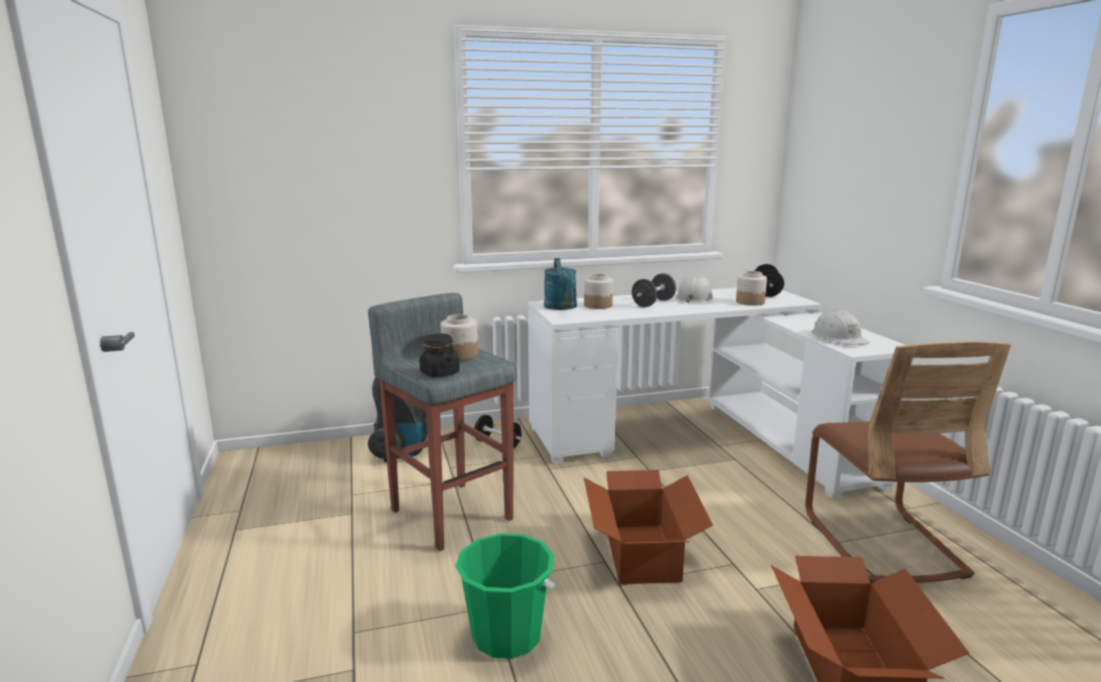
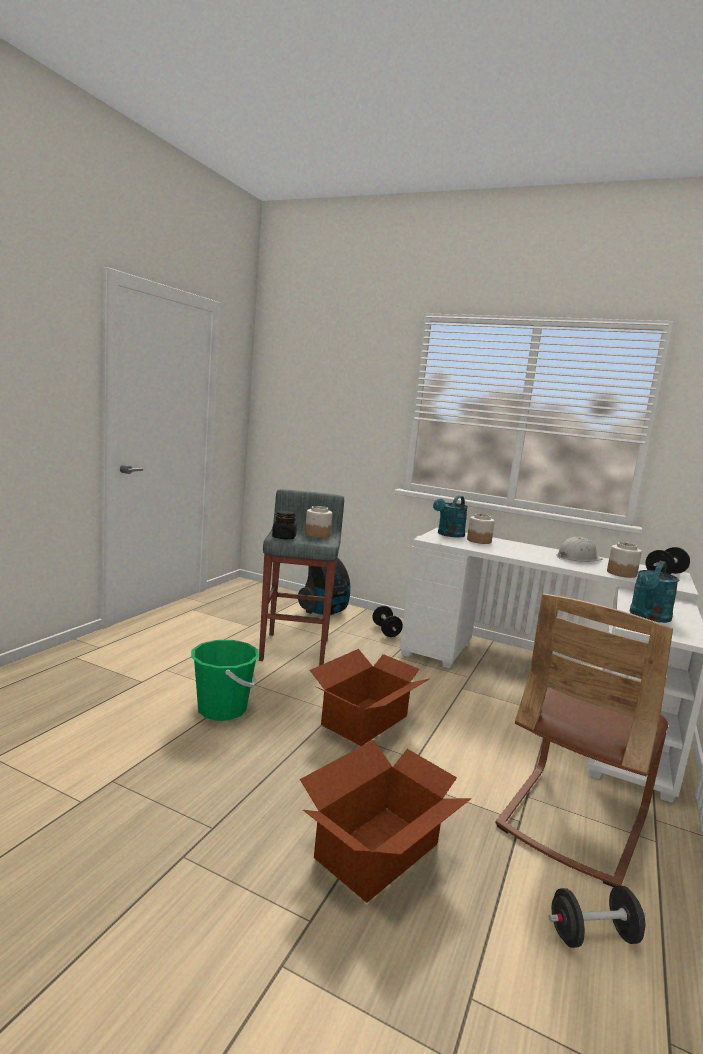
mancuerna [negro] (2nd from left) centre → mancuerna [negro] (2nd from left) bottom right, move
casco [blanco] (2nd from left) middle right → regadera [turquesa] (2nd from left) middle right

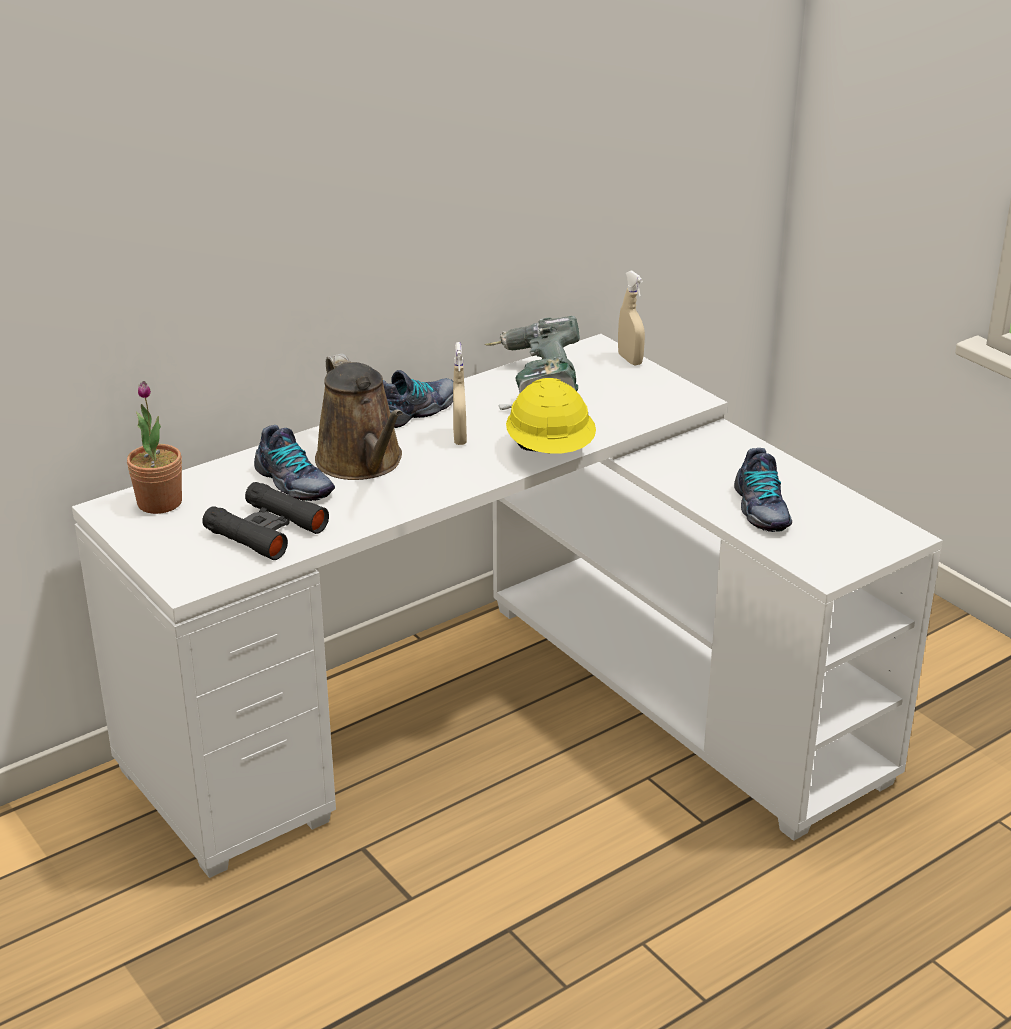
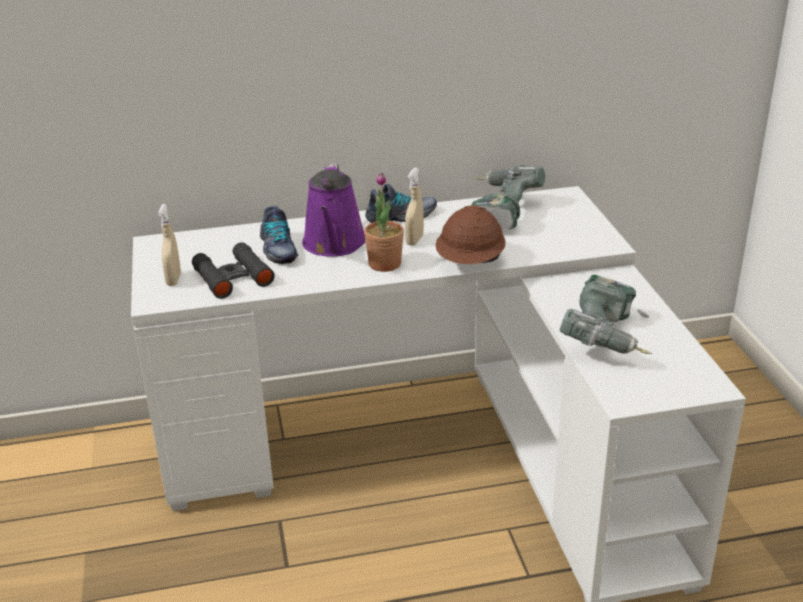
planta en maceta middle left → planta en maceta centre, move
pulverizador [beis] (2nd from left in the first image) top centre → pulverizador [beis] (1st from left) middle left, move
zapato (3rd from left) middle right → taladro (2nd from left) middle right
regadera [marrón] centre → regadera [morado] centre
casco [amarillo] centre → casco [marrón] centre

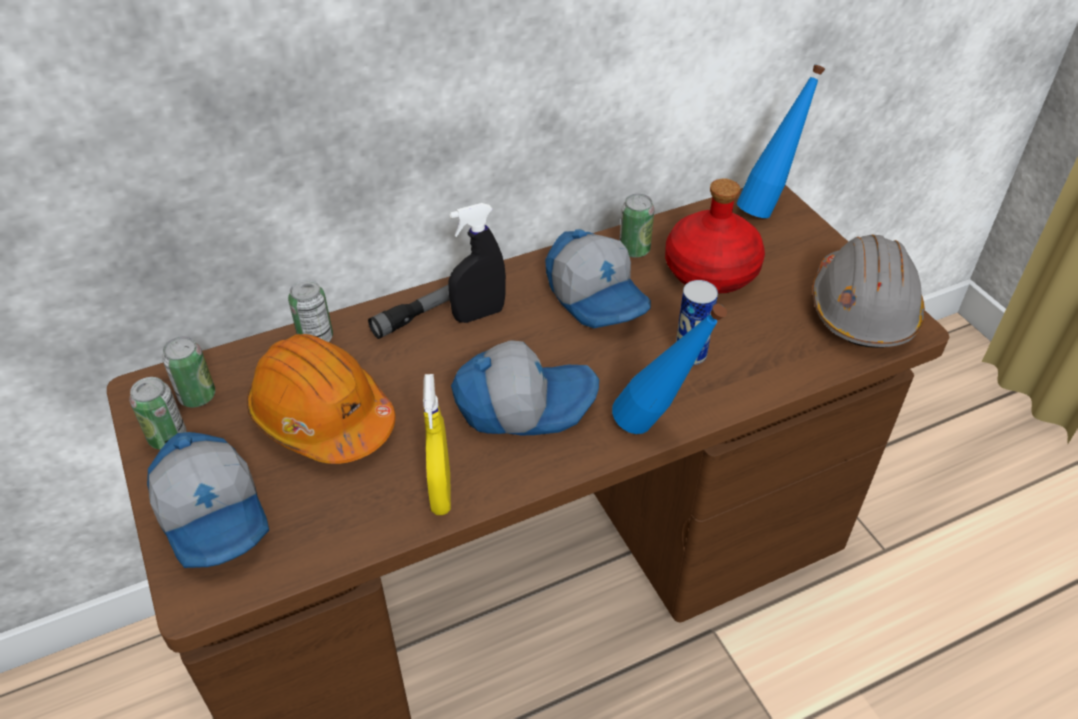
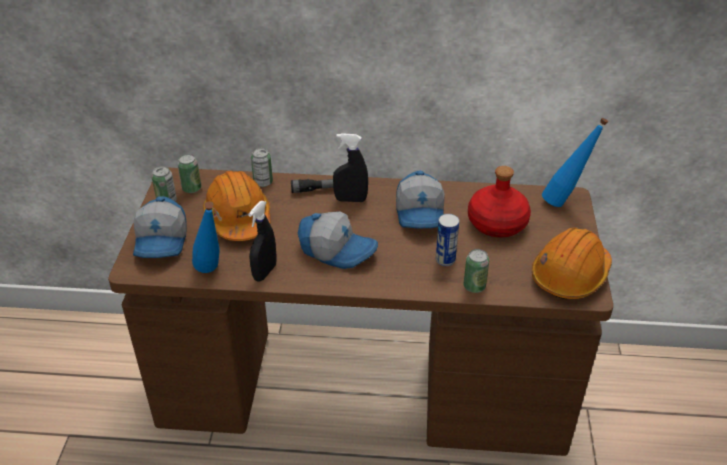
botella [azul] (1st from left) centre → botella [azul] (1st from left) middle left, move
lata (4th from left in the first image) top centre → lata (5th from left) centre, move
pulverizador [amarillo] centre → pulverizador [negro] (1st from left) centre
casco [gris] middle right → casco [naranja] (2nd from left) middle right

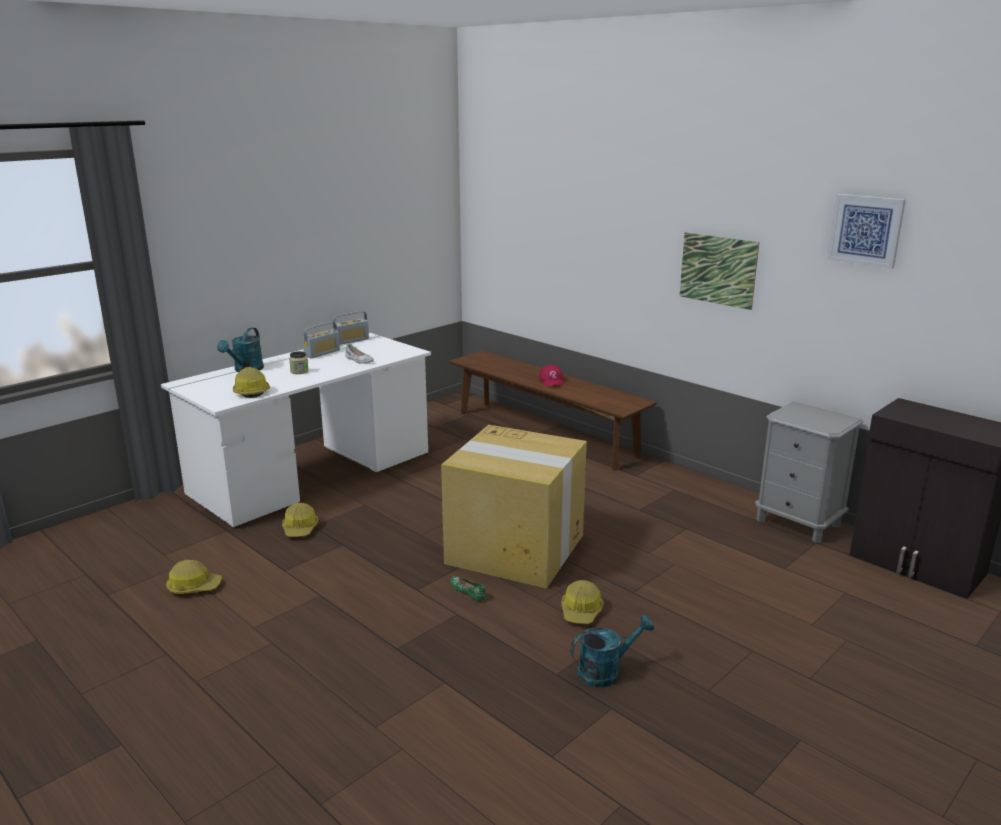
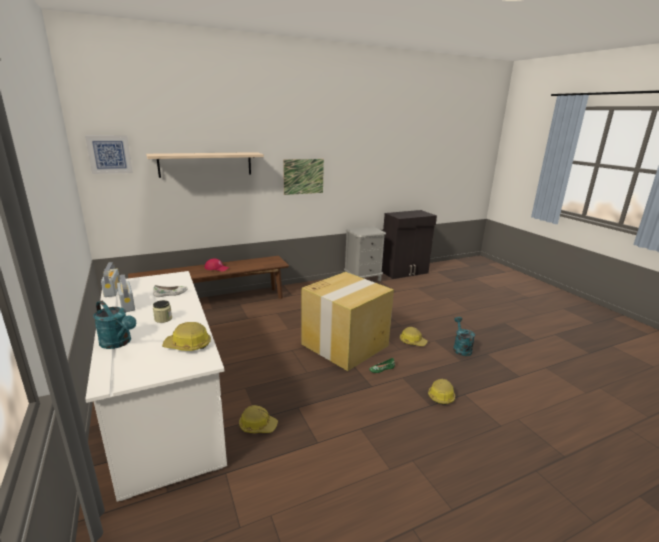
- → estante top left
casco (1st from left in the first image) bottom left → casco (4th from left) bottom right, move
cuadro (2nd from left in the first image) top right → cuadro (1st from left) top left, move

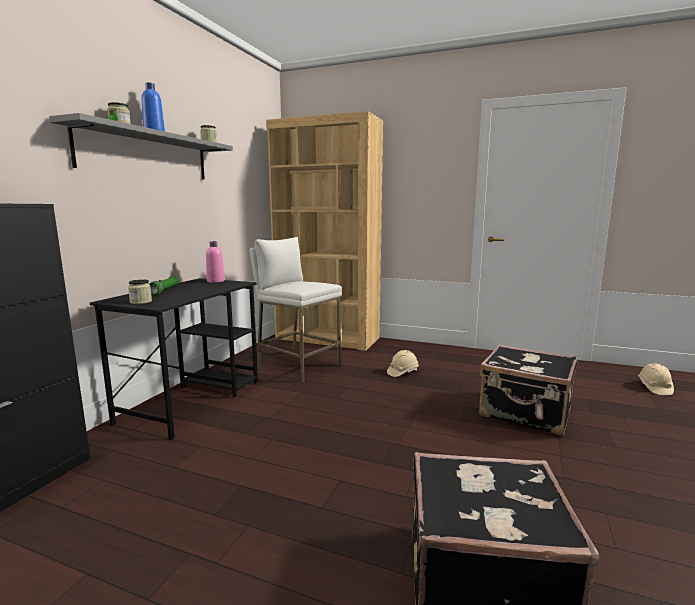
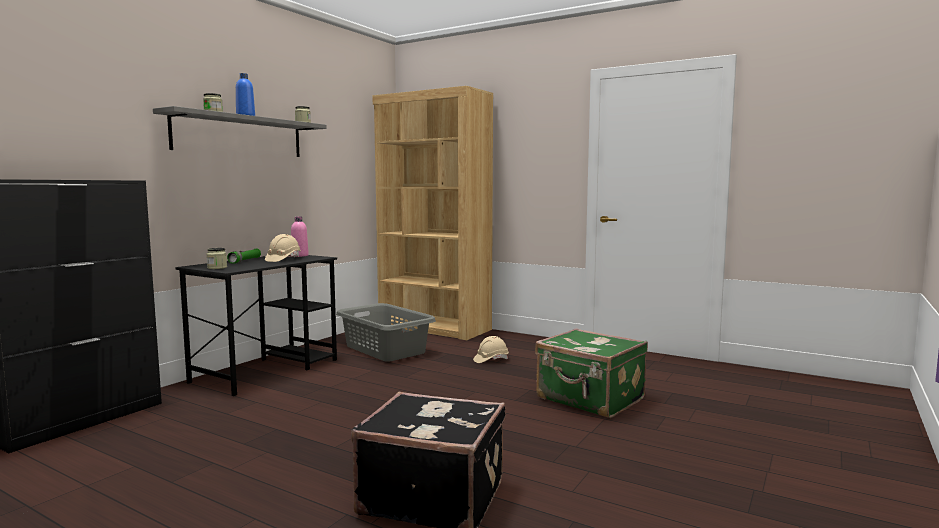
casco [beis] (2nd from left in the first image) middle right → casco [beis] (1st from left) middle left, move
taburete [blanco] centre → cesto de la ropa [gris] centre
maleta [negro] (2nd from left) middle right → maleta [verde] bottom centre

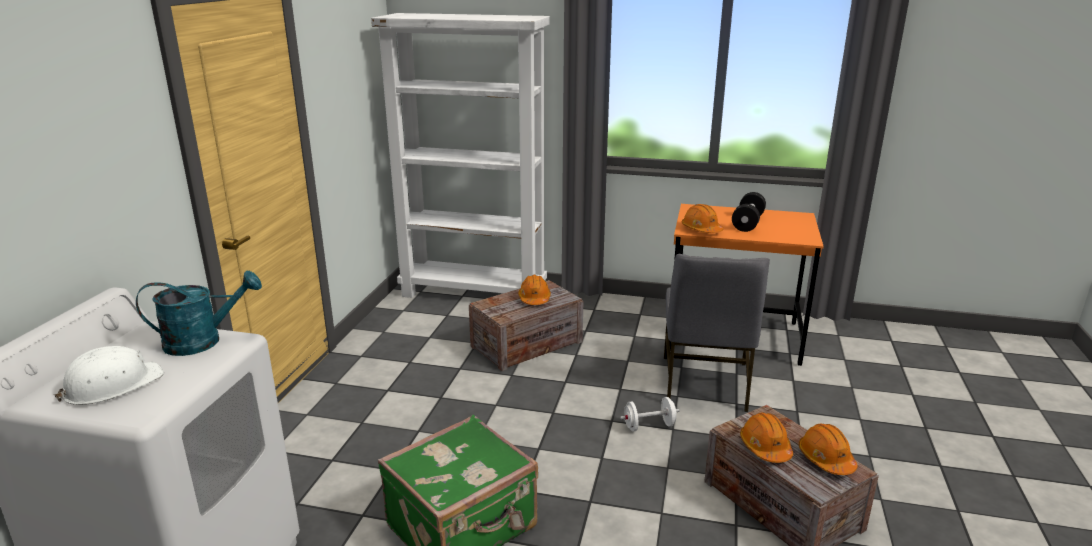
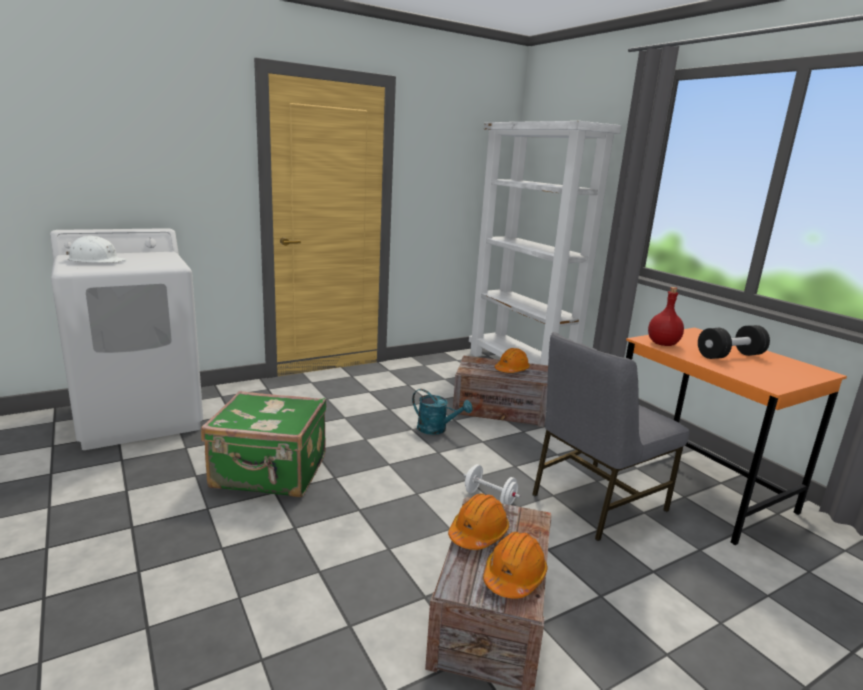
regadera [turquesa] middle left → regadera [turquesa] centre, move
casco [naranja] (2nd from left) centre → botella [rojo] middle right

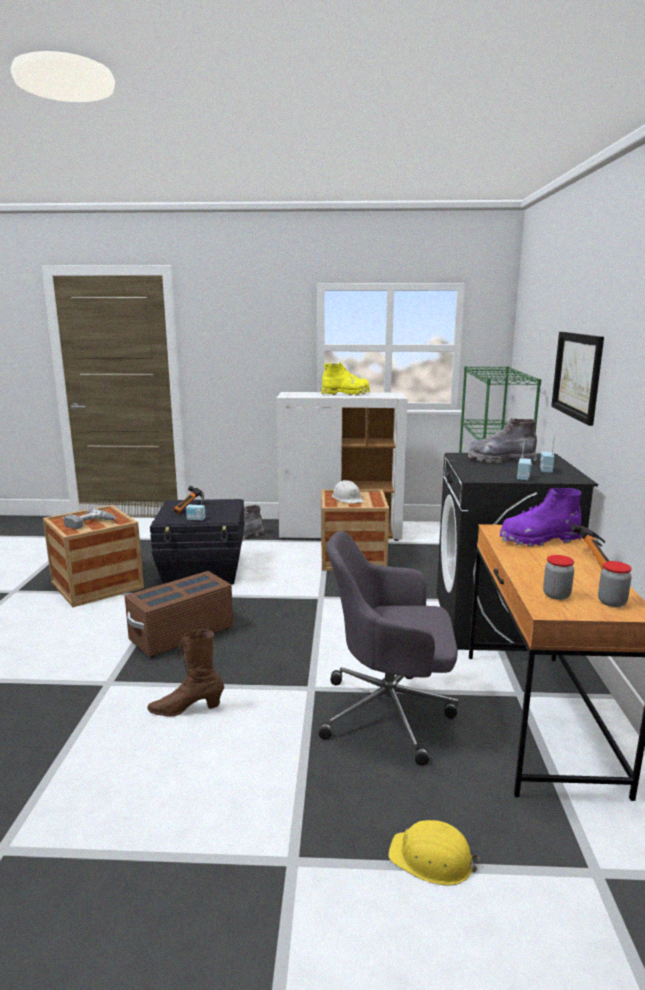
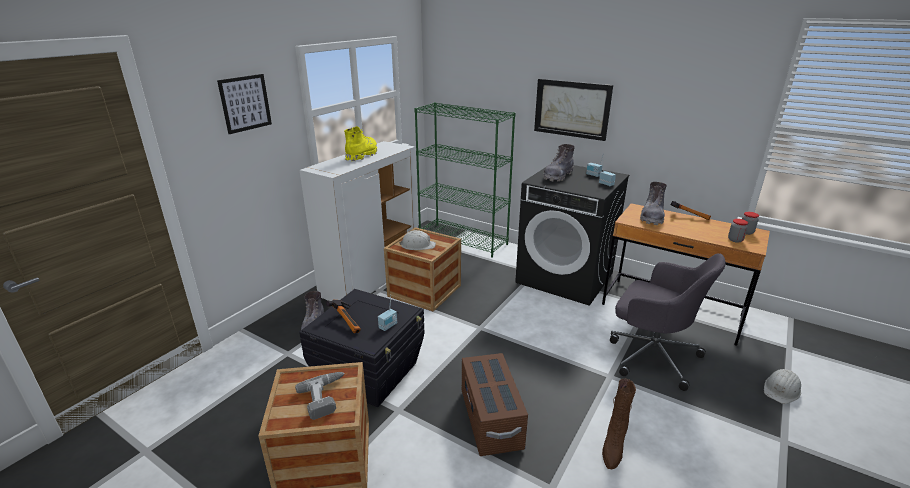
- → cuadro (1st from left) top left
casco [amarillo] bottom right → casco [blanco] (2nd from left) bottom right
bota [morado] middle right → bota [gris] (3rd from left) middle right
silla de oficina [gris] centre → silla de oficina [gris] middle right, 90 degrees counterclockwise

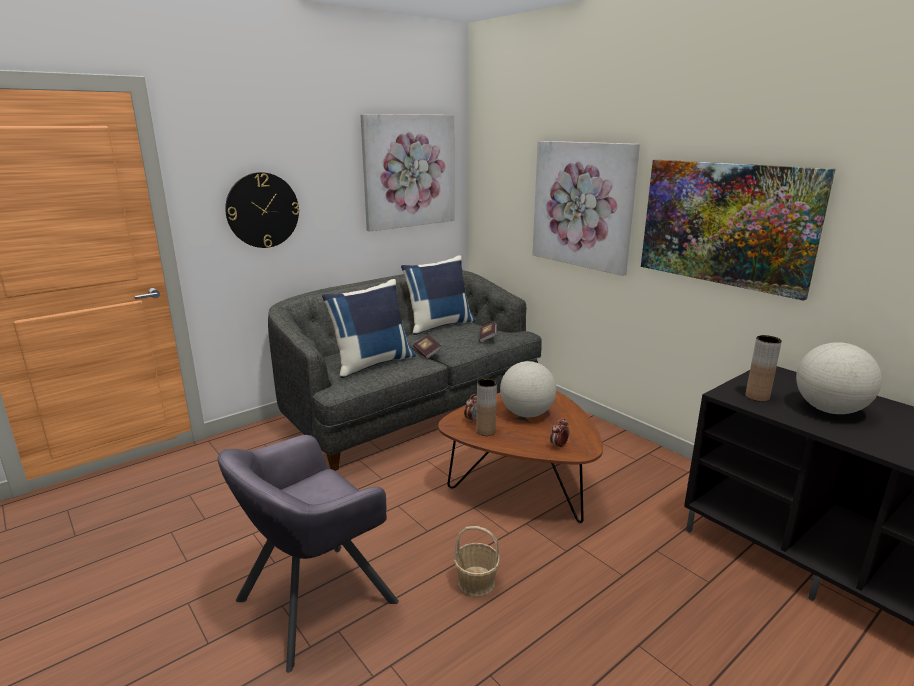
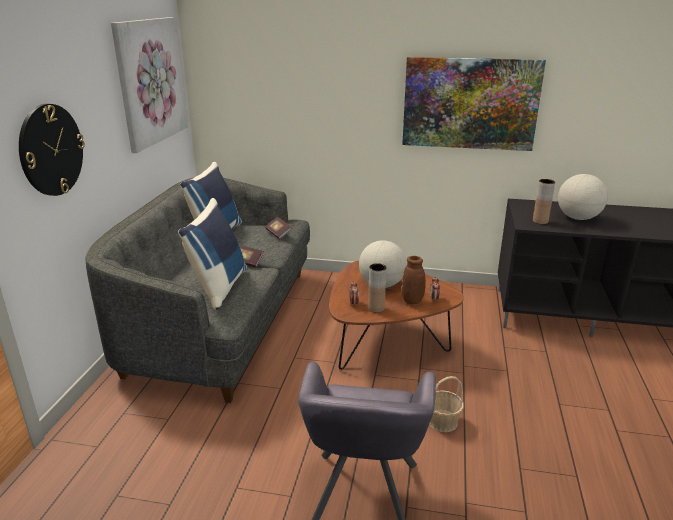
cuadro (2nd from left) top centre → -
- → florero [marrón] (2nd from left) centre

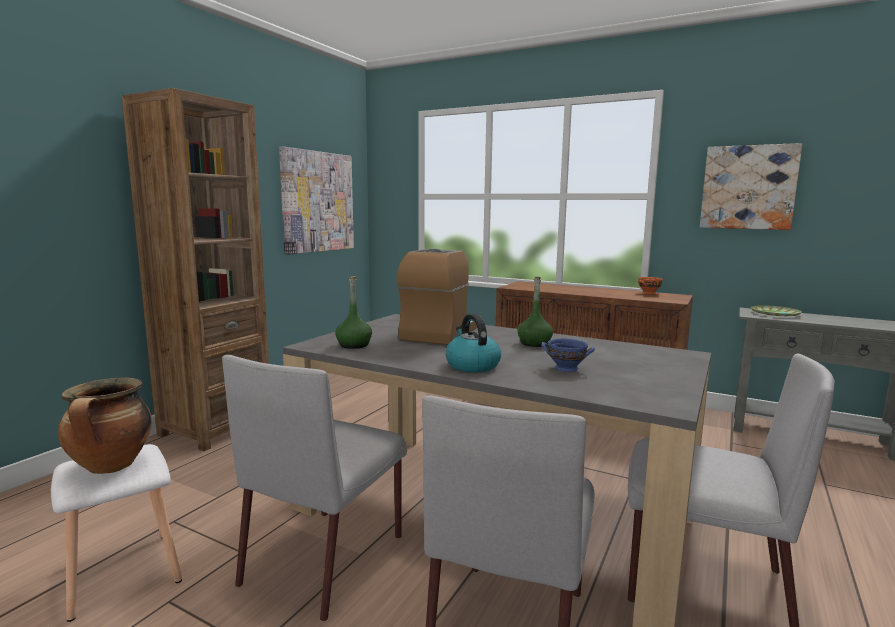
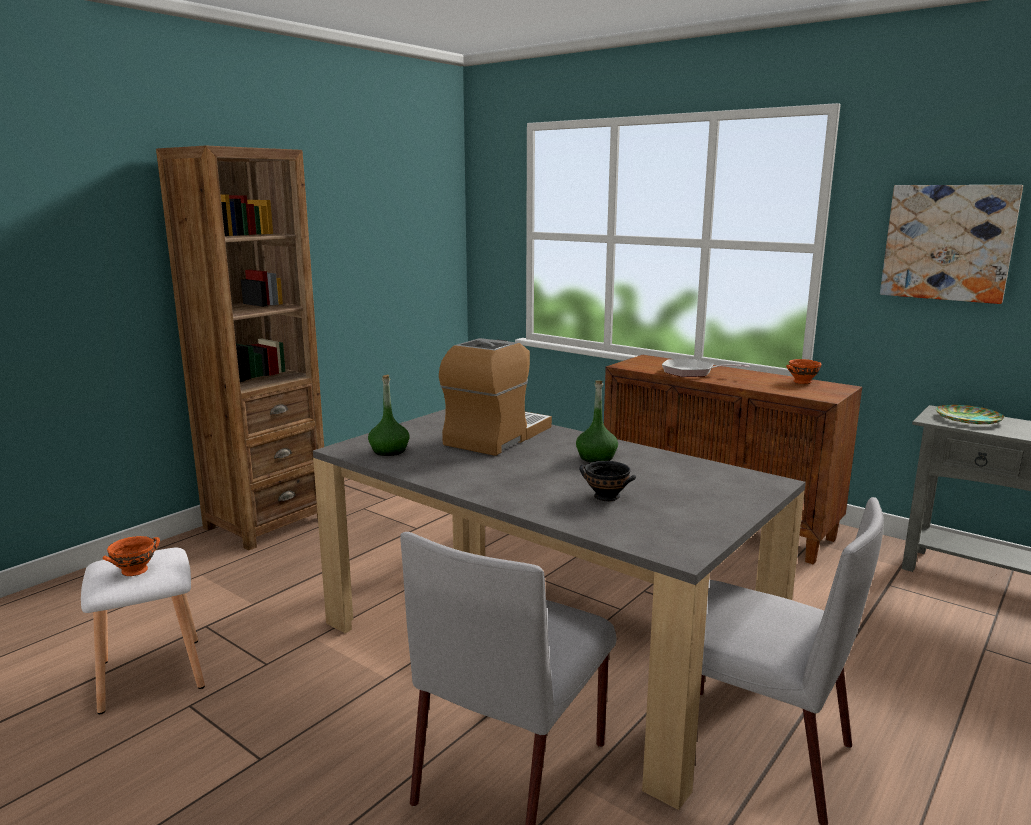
silla [gris] (1st from left) bottom centre → -
cuadro (1st from left) top centre → -
hervidor centre → -
- → sartén middle right
olla bottom left → cuenco [naranja] (1st from left) bottom left
cuenco [azul] centre → cuenco [negro] centre

